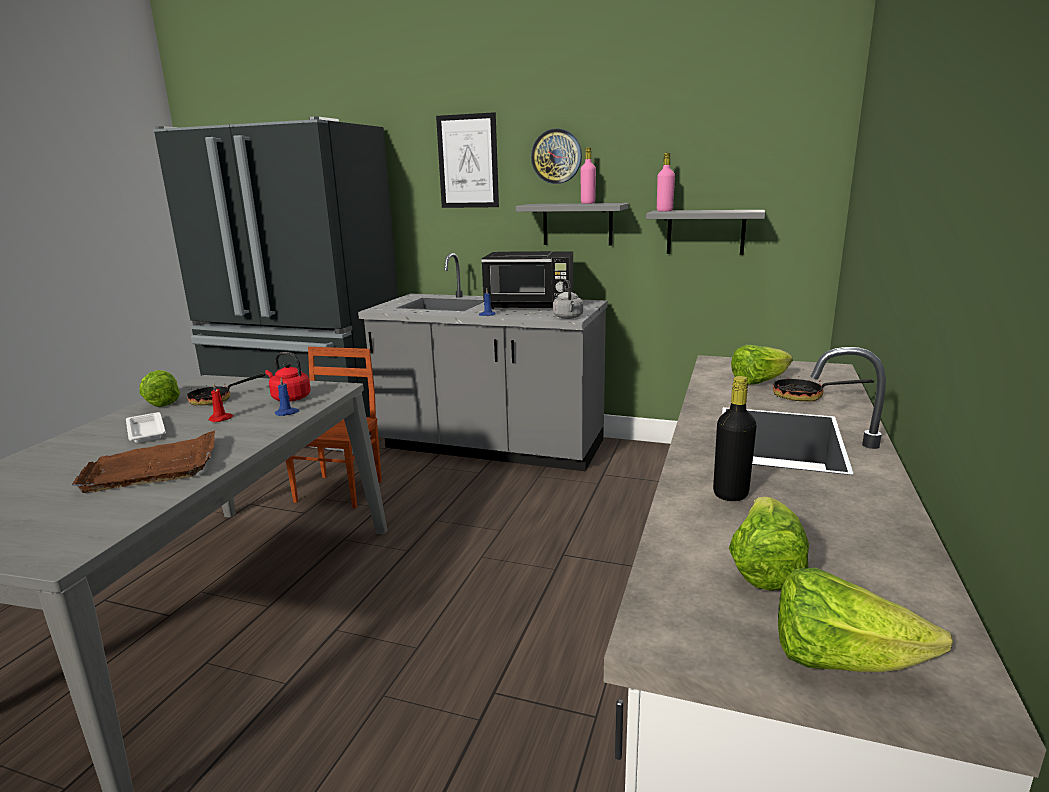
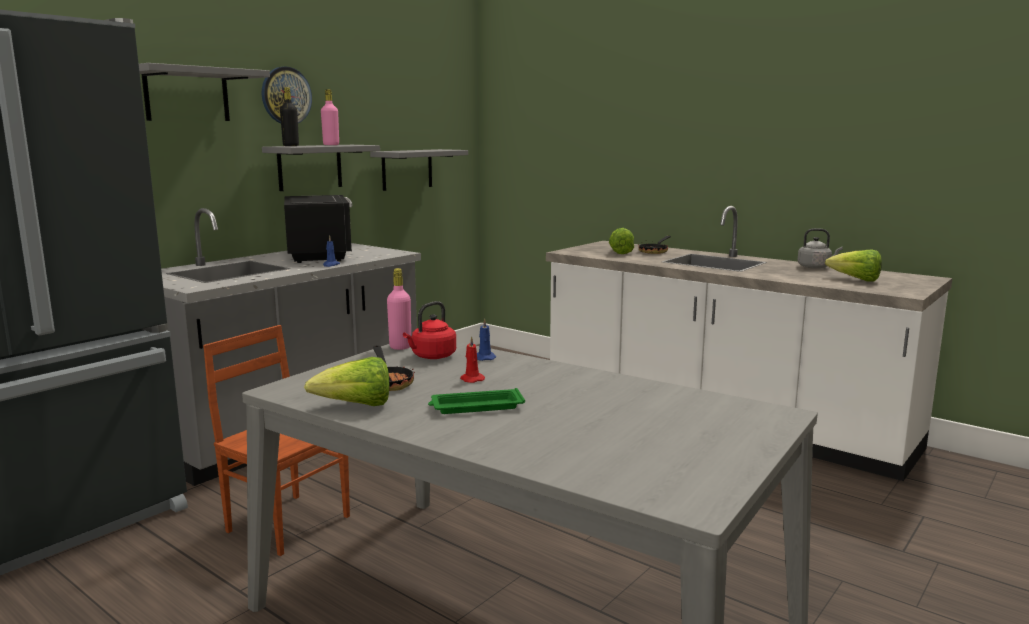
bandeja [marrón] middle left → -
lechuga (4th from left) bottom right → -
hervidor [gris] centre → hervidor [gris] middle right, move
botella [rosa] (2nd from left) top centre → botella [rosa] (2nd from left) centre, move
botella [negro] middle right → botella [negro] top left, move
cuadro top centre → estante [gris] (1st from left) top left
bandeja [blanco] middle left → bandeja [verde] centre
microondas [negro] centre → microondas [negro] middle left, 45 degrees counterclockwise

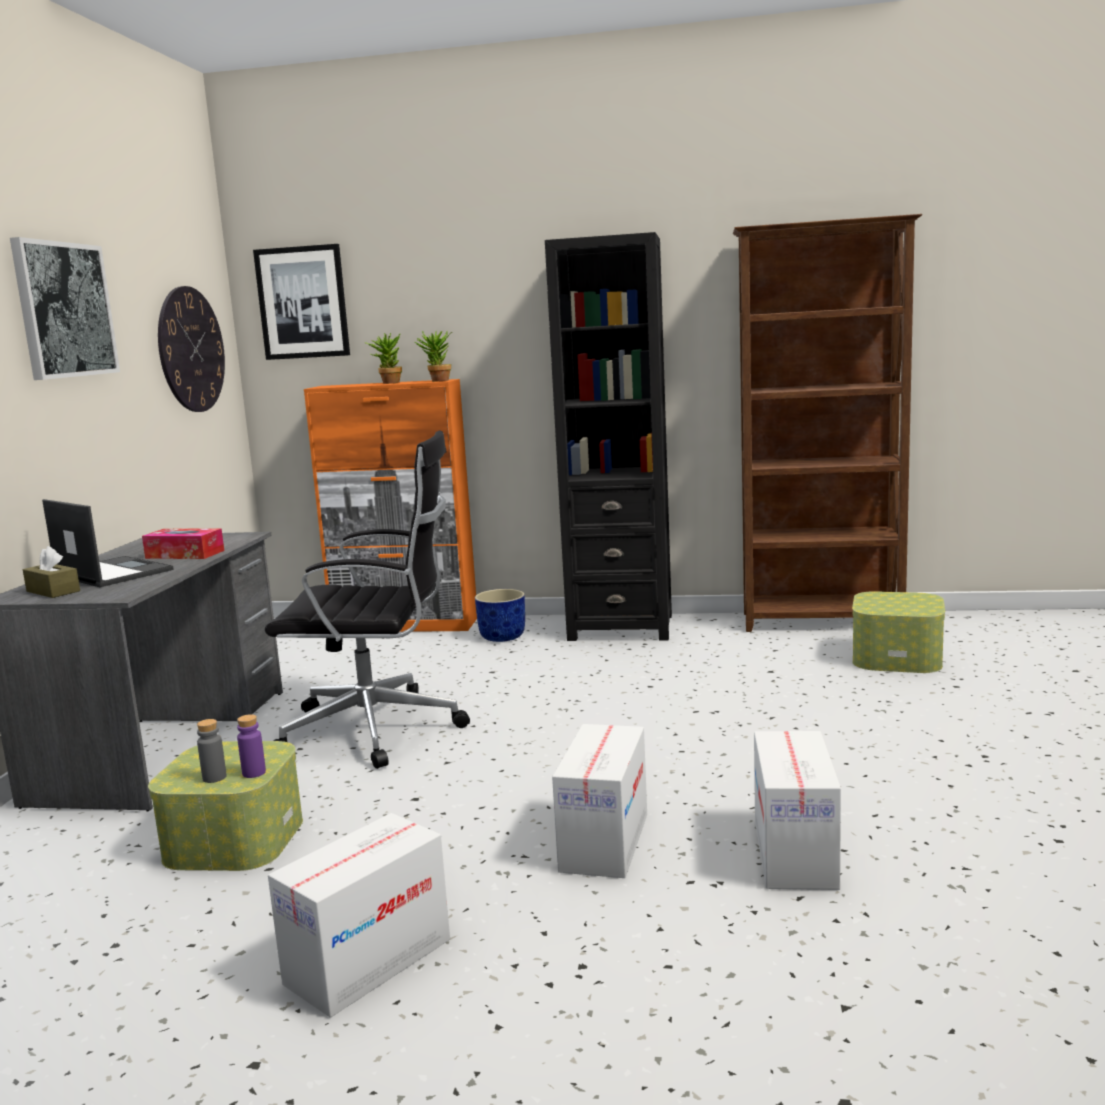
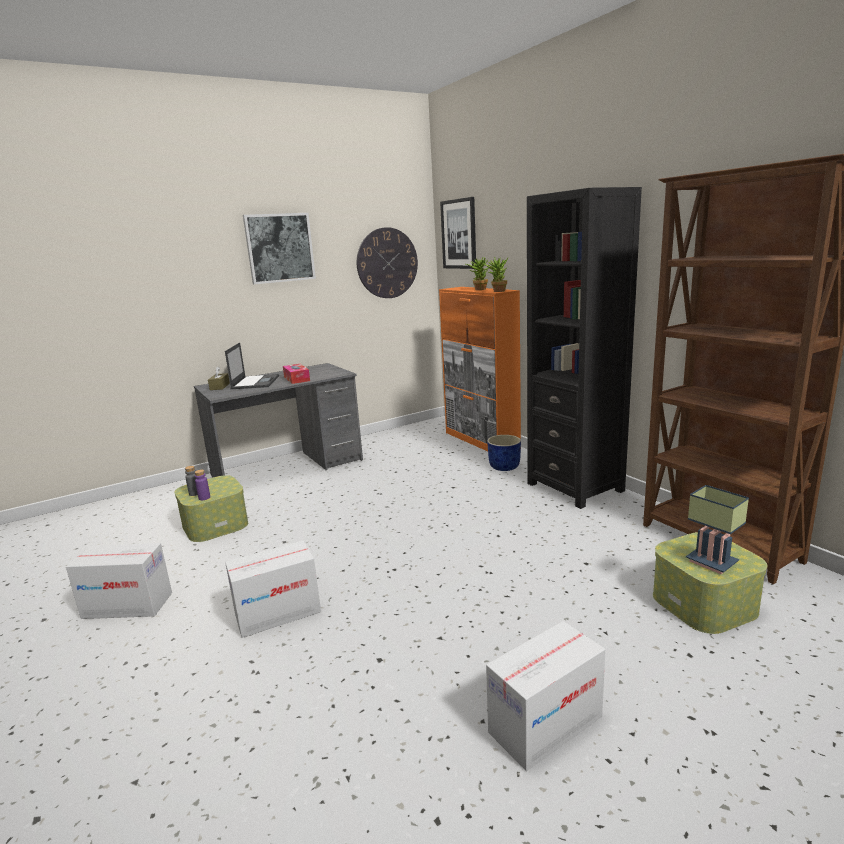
silla de oficina [negro] middle left → -
- → lámpara de mesa middle right
caja de cartón (3rd from left) bottom right → caja de cartón (3rd from left) bottom centre, move

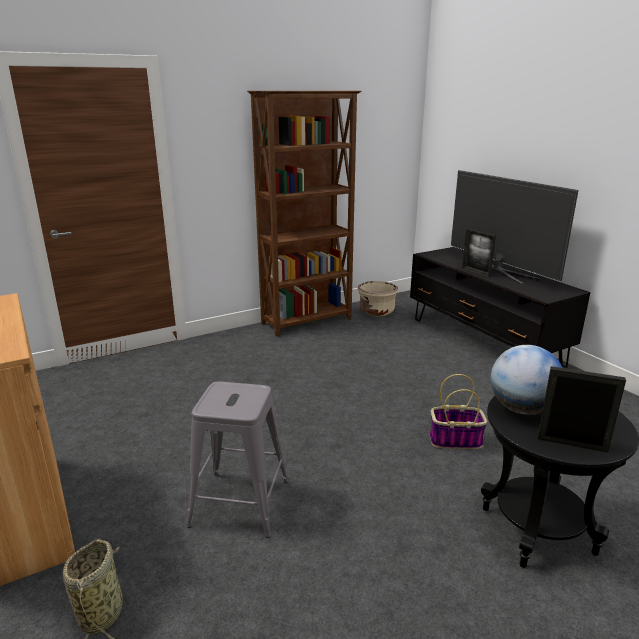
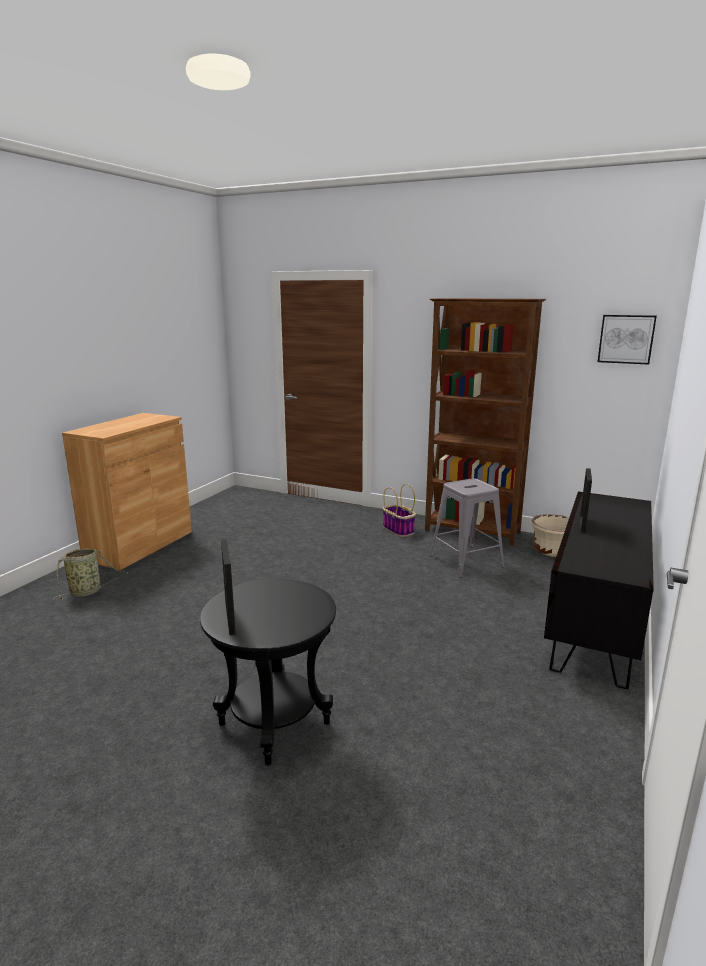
televisor middle right → -
globo terráqueo middle right → -
- → cuadro middle right
taburete [gris] bottom centre → taburete [gris] centre, move
cesta (2nd from left) middle right → cesta (2nd from left) centre, move

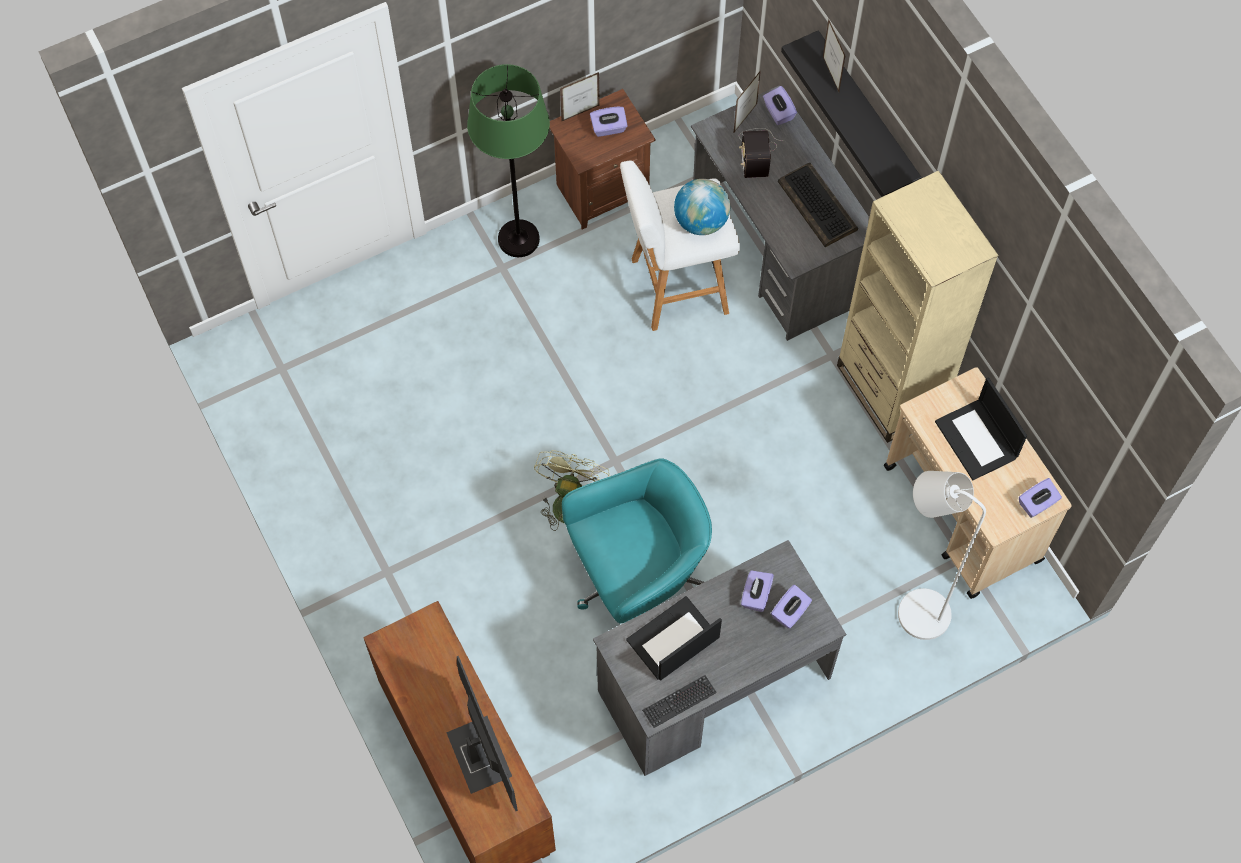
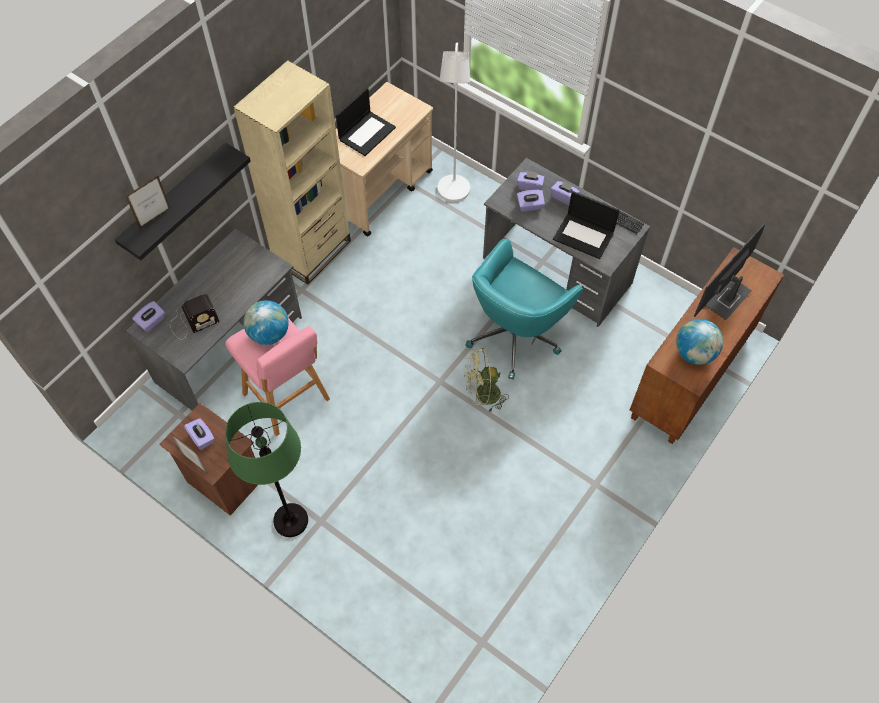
portarretratos (2nd from left) top centre → -
teclado (2nd from left) top centre → -
- → globo terráqueo (2nd from left) middle right
caja de pañuelos [morado] (5th from left) middle right → caja de pañuelos [morado] (5th from left) top centre, move
taburete [blanco] top centre → taburete [rosa] middle left
silla de oficina [turquesa] centre, 90 degrees counterclockwise

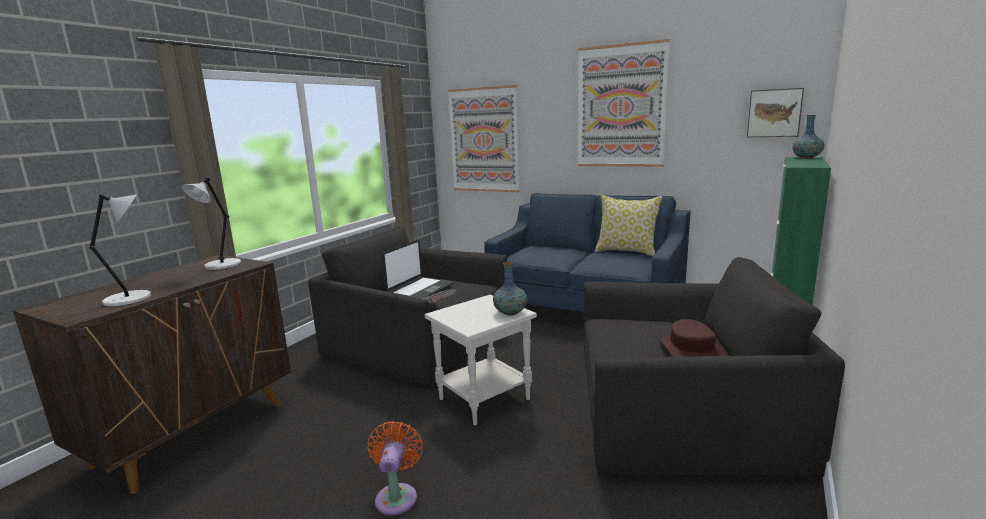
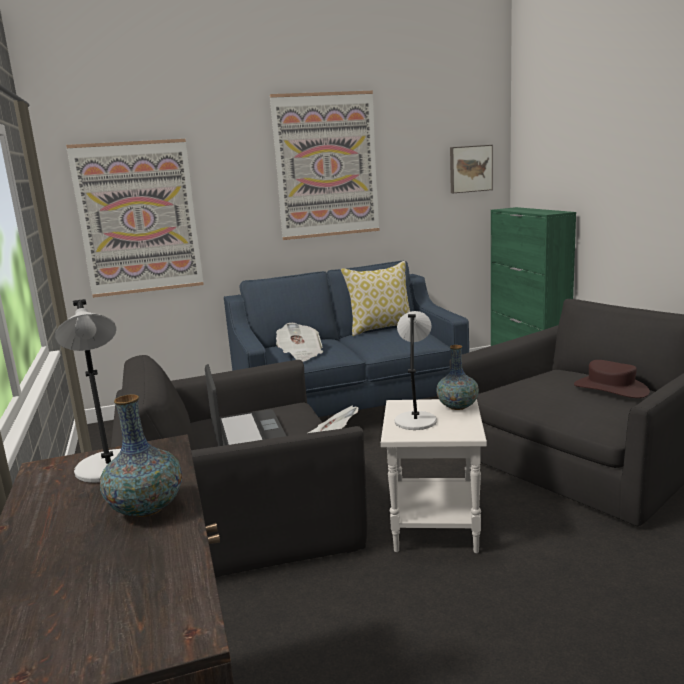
ventilador [naranja] bottom centre → -
- → periódico (1st from left) centre
lámpara de mesa [gris] (1st from left in the first image) middle left → lámpara de mesa [gris] (2nd from left) centre, move
florero (2nd from left in the first image) top right → florero (1st from left) middle left, move

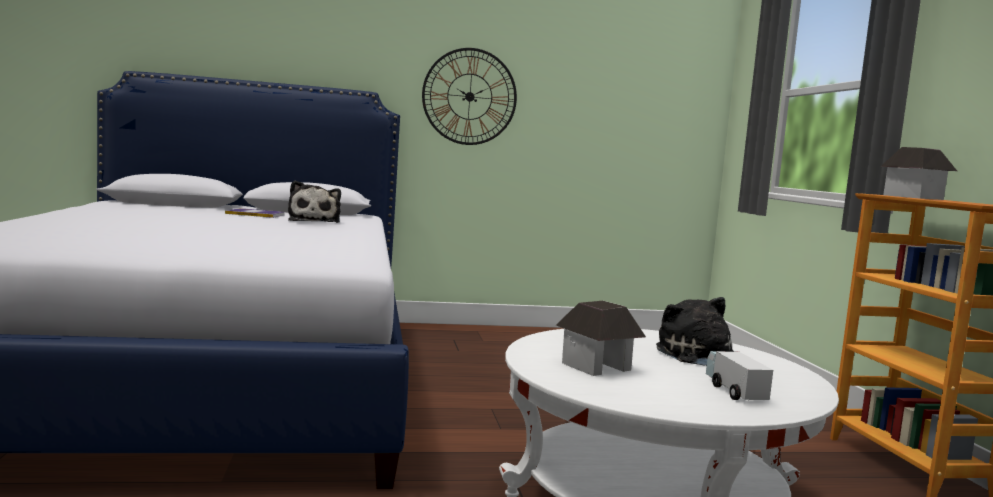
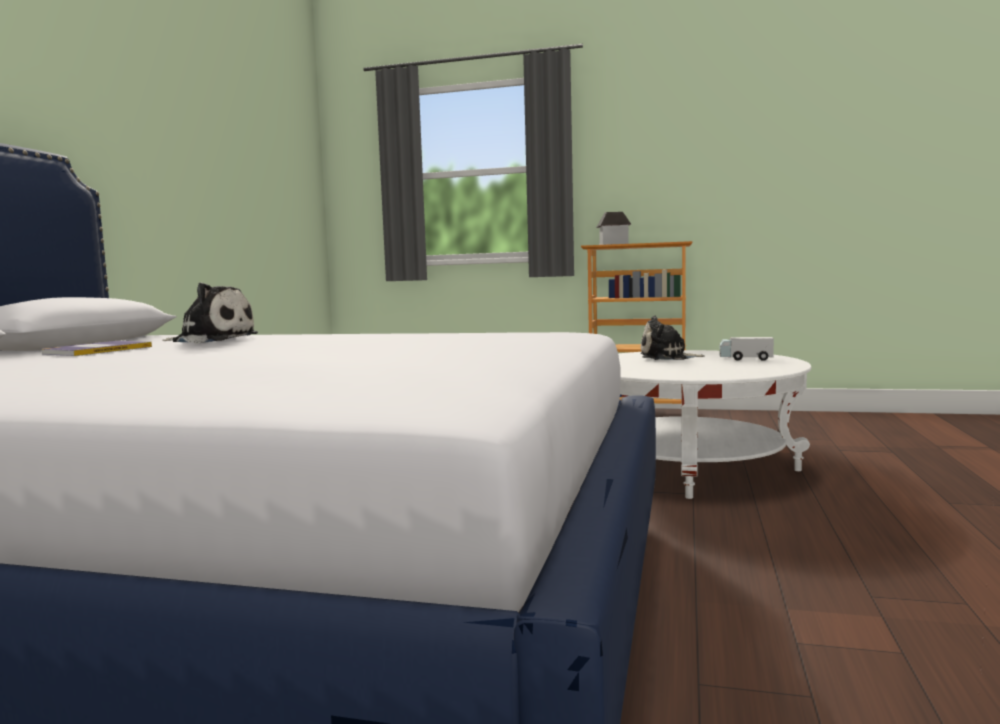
reloj de pared top centre → -
casita (1st from left) bottom centre → -

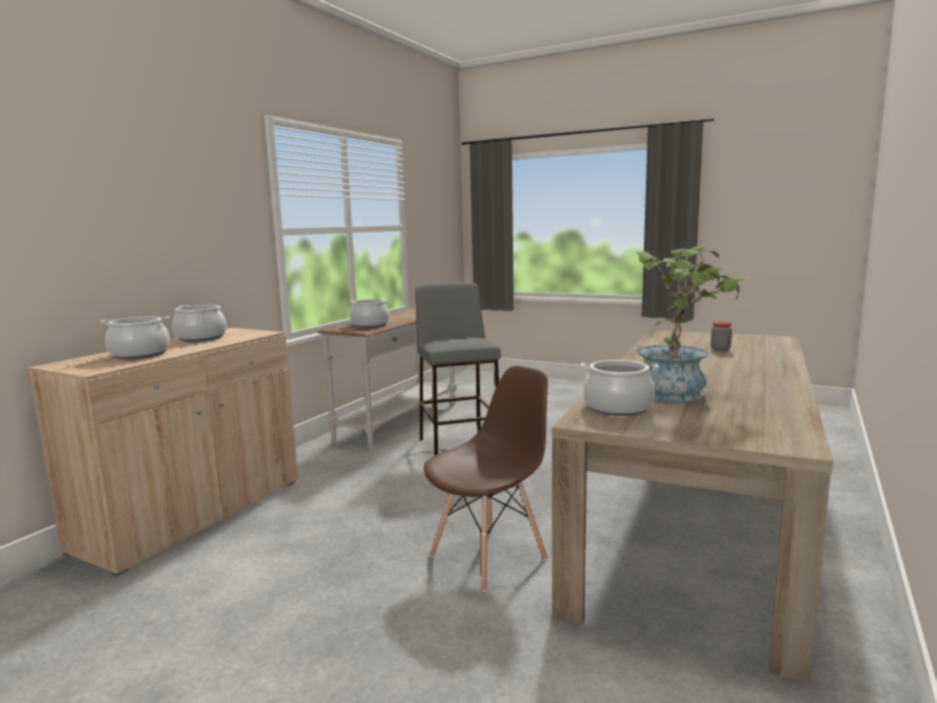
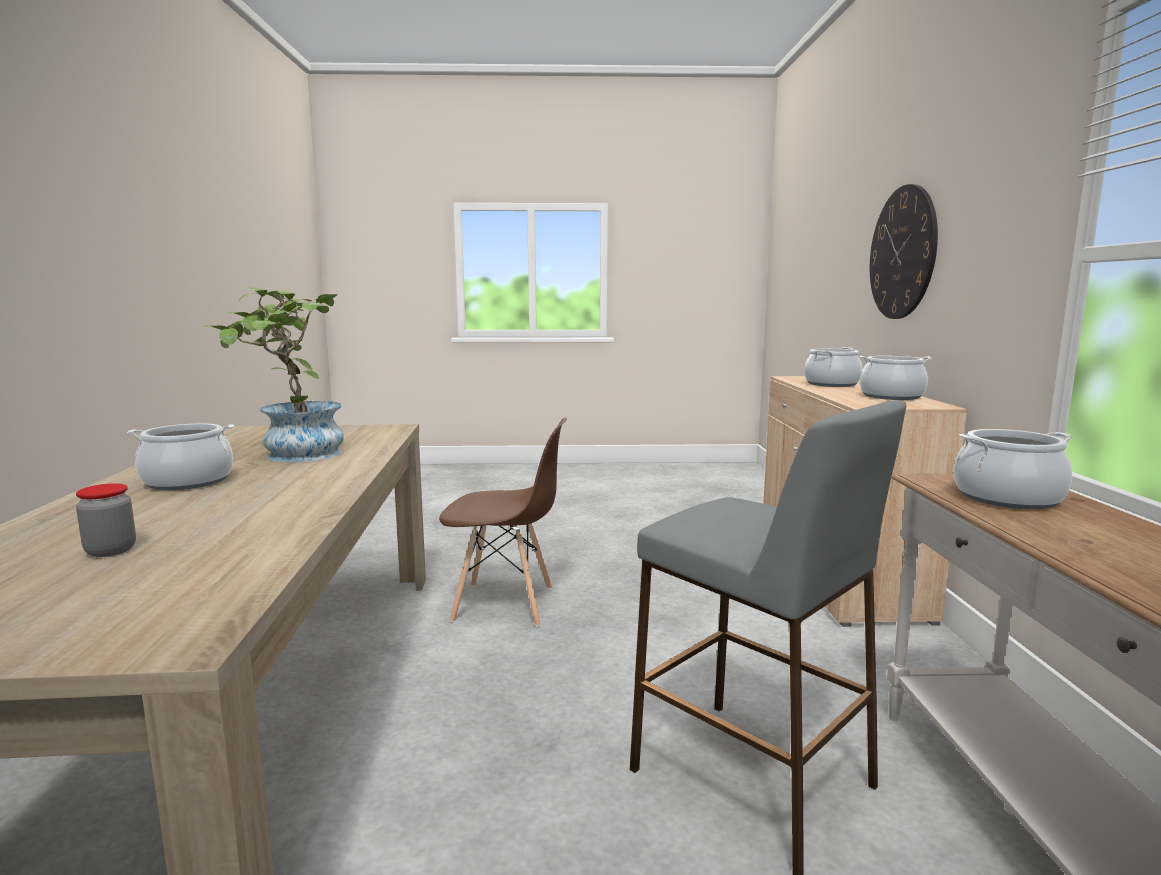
- → reloj de pared top right
olla (4th from left in the first image) centre → olla (1st from left) middle left, move
silla [marrón] bottom centre → silla [marrón] centre, 105 degrees counterclockwise

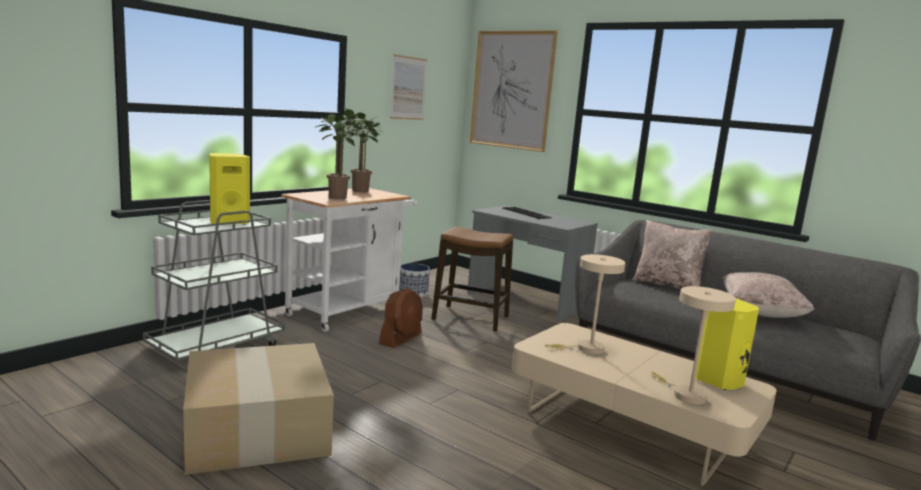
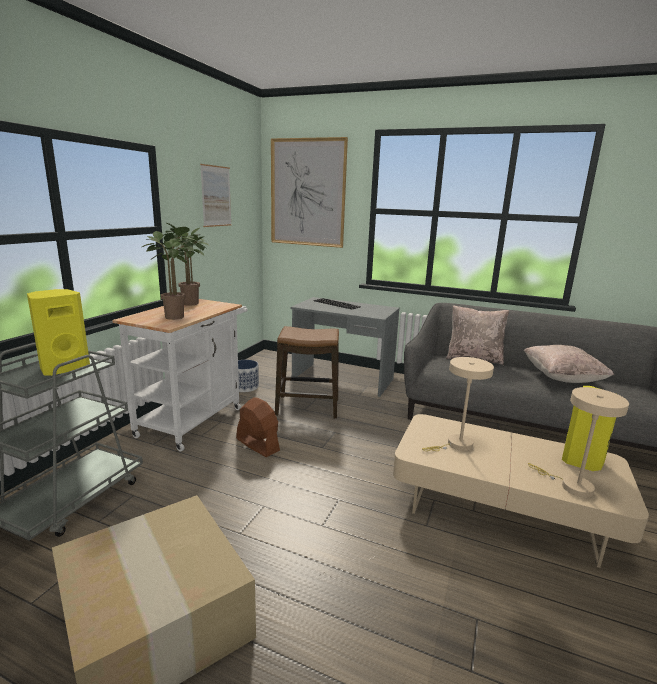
ventilador [marrón] centre, 60 degrees counterclockwise

